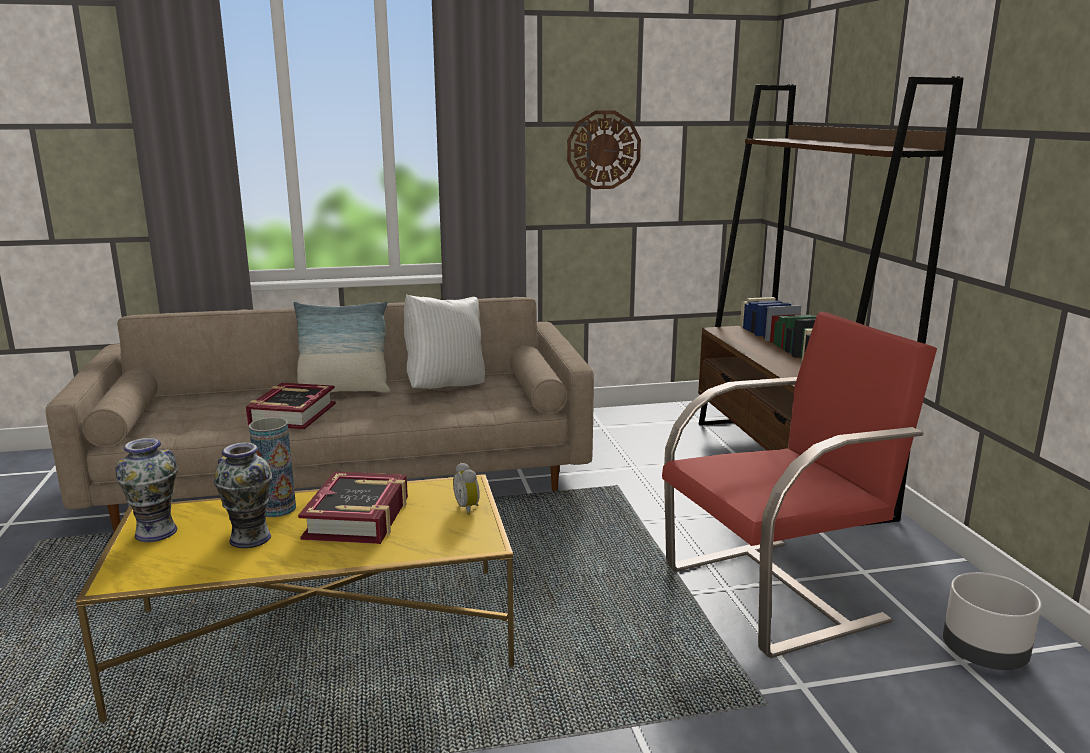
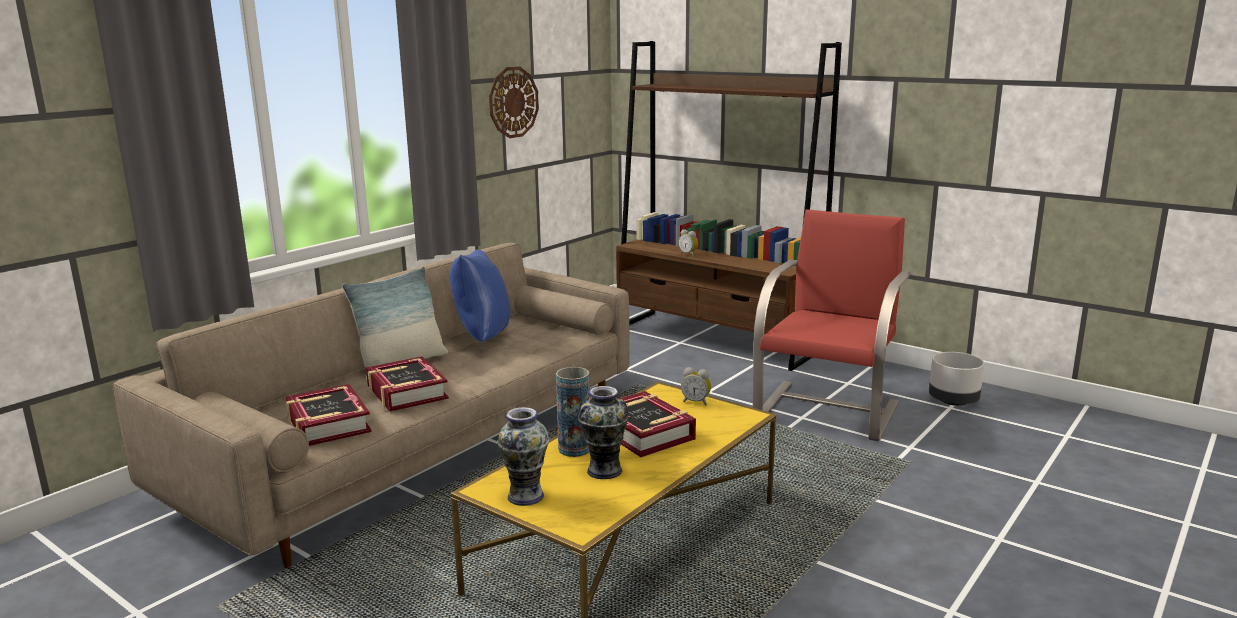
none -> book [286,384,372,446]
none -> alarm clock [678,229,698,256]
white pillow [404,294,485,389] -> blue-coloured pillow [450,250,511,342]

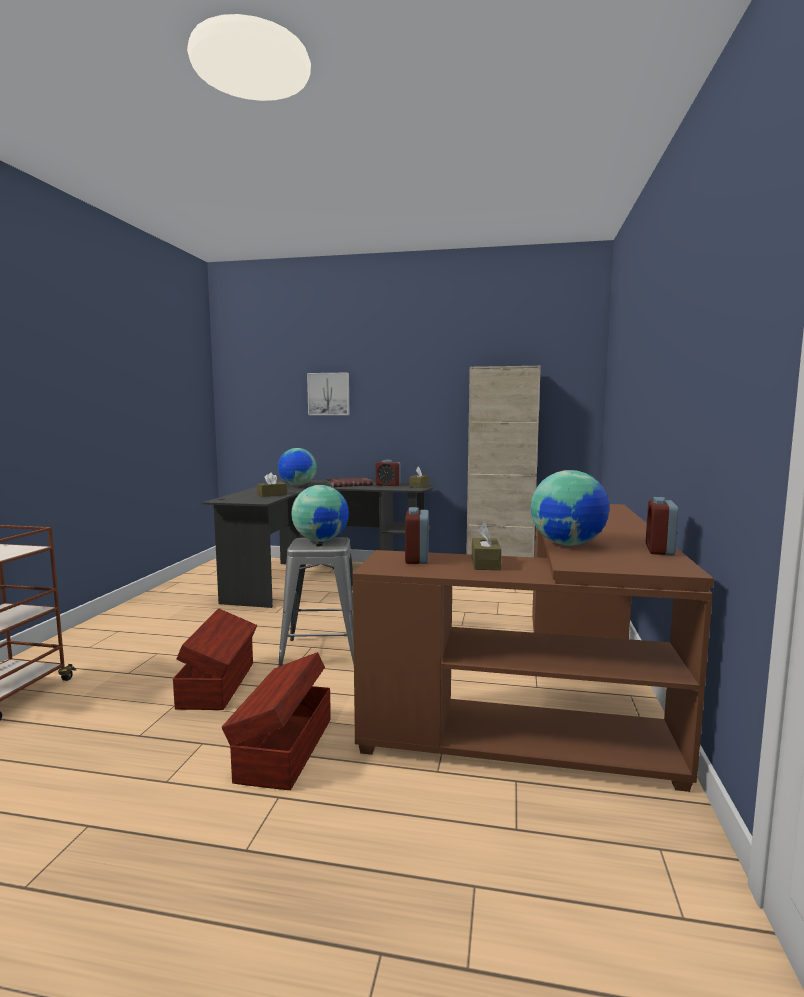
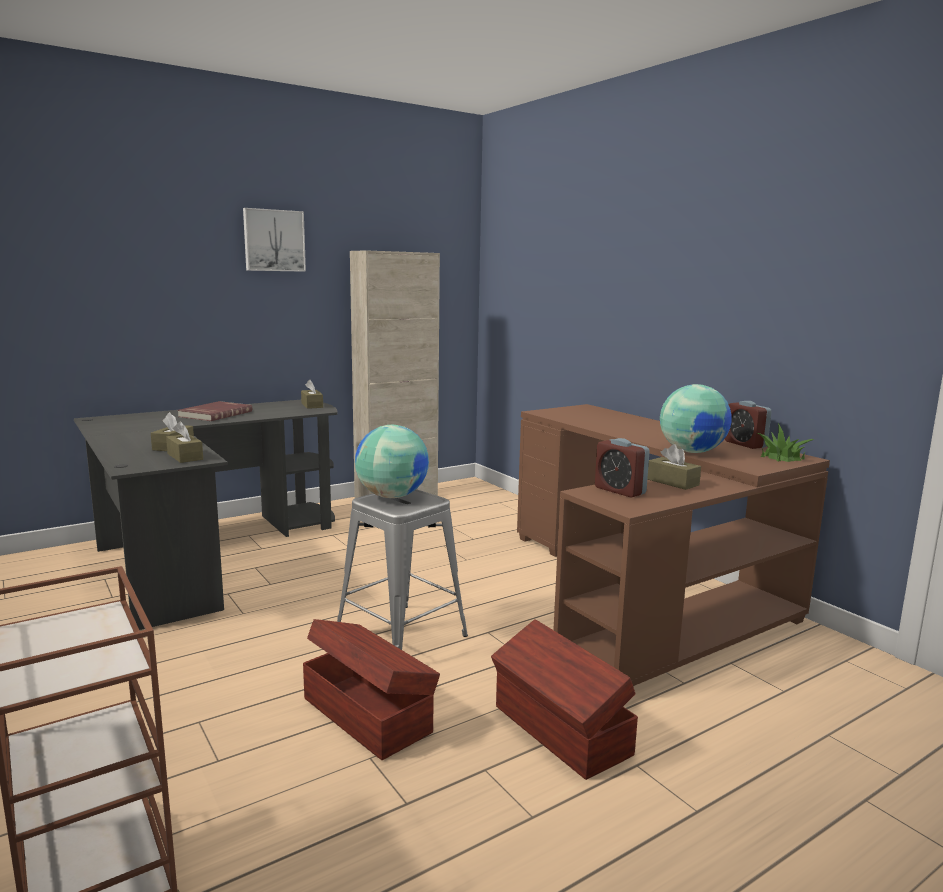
desk globe [278,448,317,486] -> none
alarm clock [376,460,401,486] -> none
none -> brown tissue holder [166,421,203,463]
none -> houseplant [758,423,814,462]
wall picture [307,373,349,415] -> wall picture [243,208,306,272], shifted

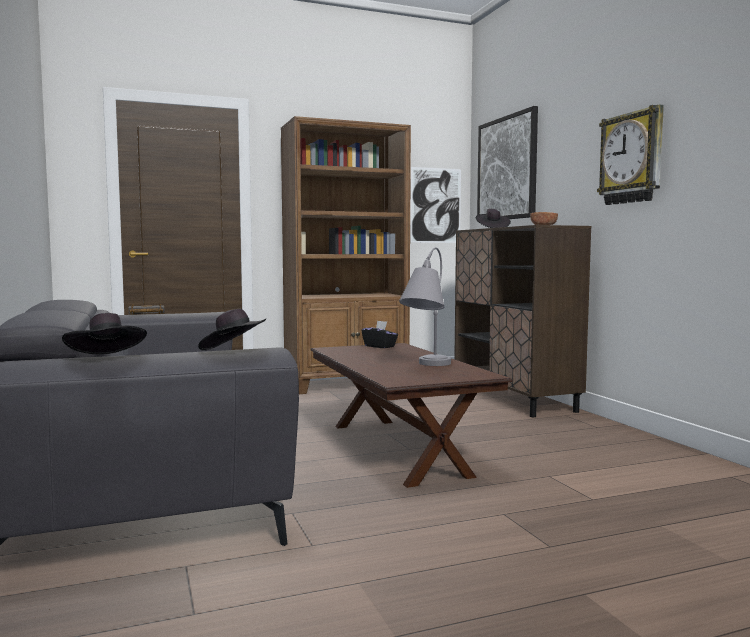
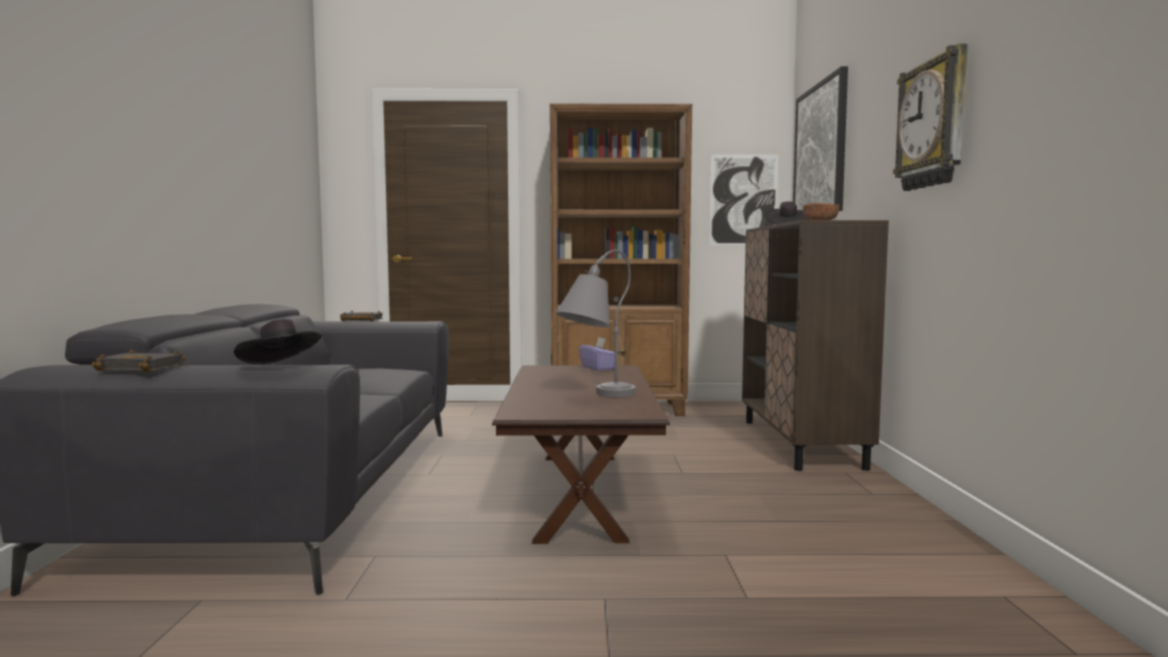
blackish hat [62,313,147,354] -> blackish book [92,349,186,372]
blackish tissue holder [361,321,398,348] -> purplish tissue holder [579,337,614,371]

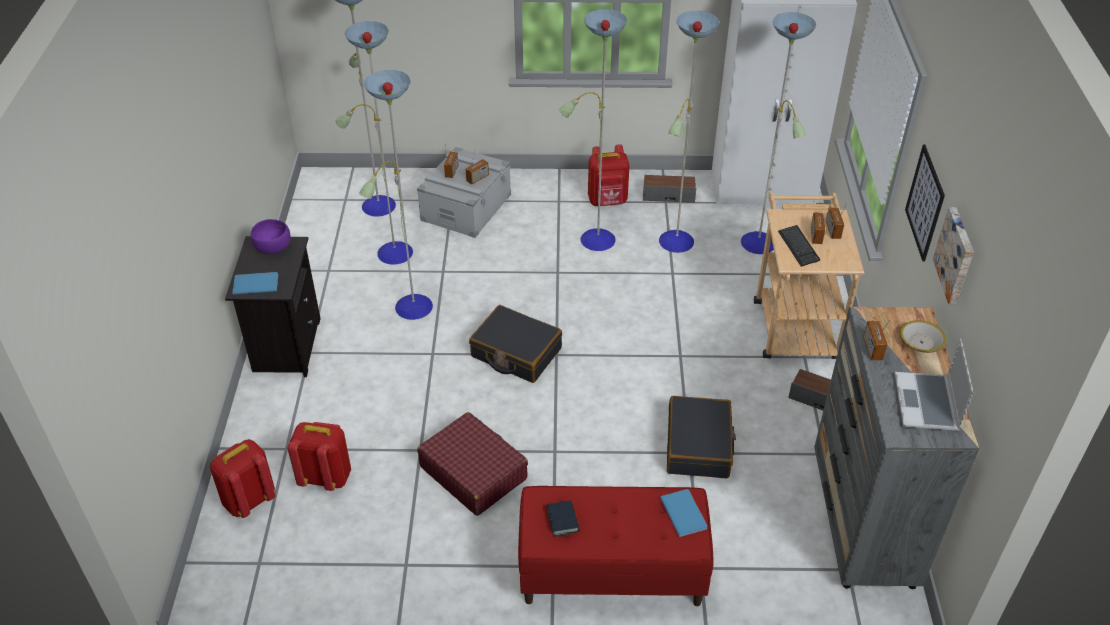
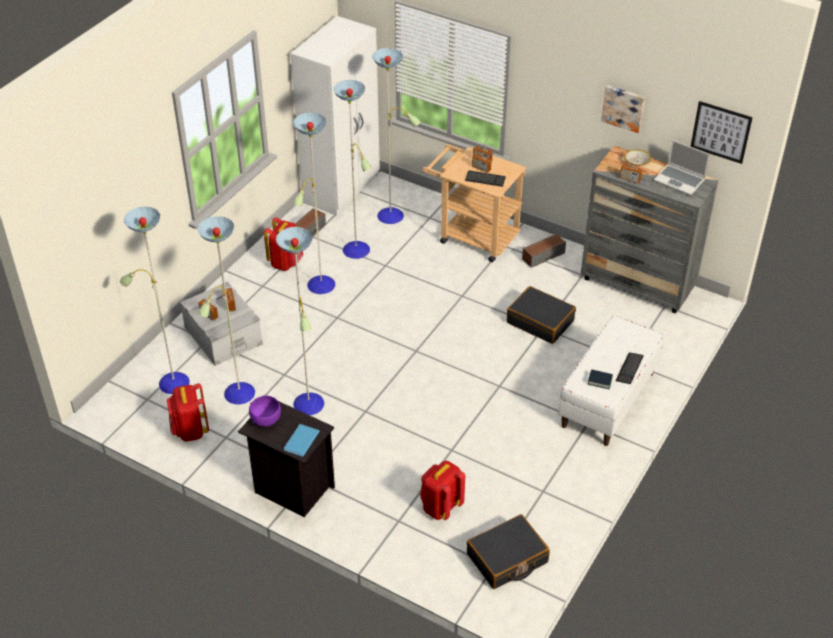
reddish piece of luggage [417,412,528,516] -> none
blue-coloured book [660,489,708,537] -> none
none -> PC keyboard [615,352,644,384]
reddish knapsack [210,439,276,518] -> reddish knapsack [167,383,209,442], shifted
blackish piece of luggage [469,305,562,383] -> blackish piece of luggage [467,514,550,589], shifted
wall picture [905,145,945,262] -> wall picture [691,101,753,164], shifted
reddish long seat [518,486,714,606] -> white long seat [558,315,664,446]

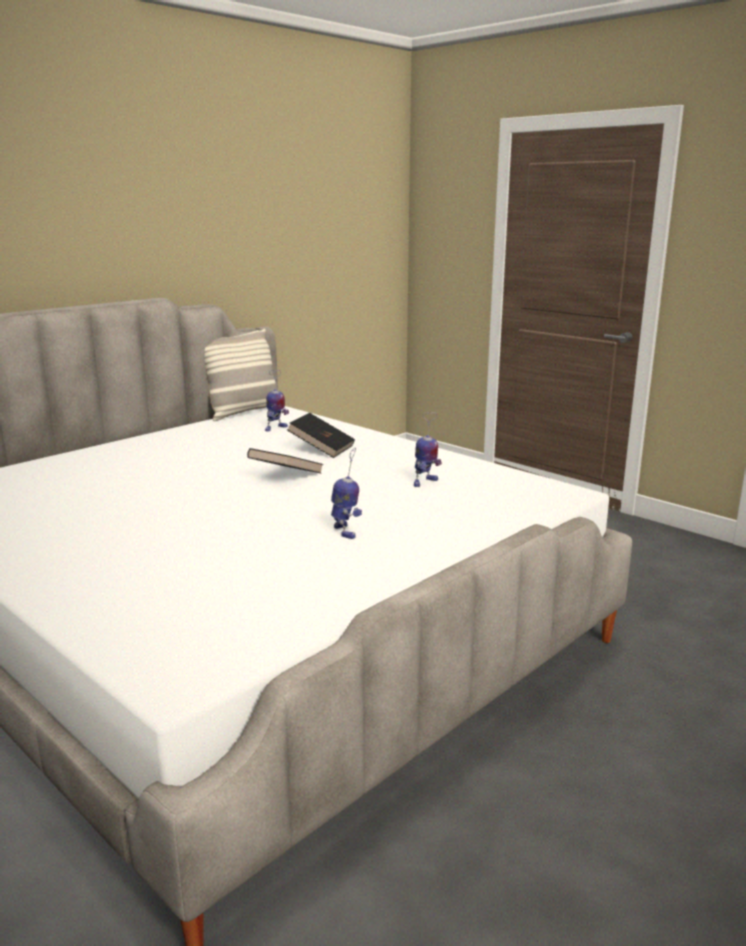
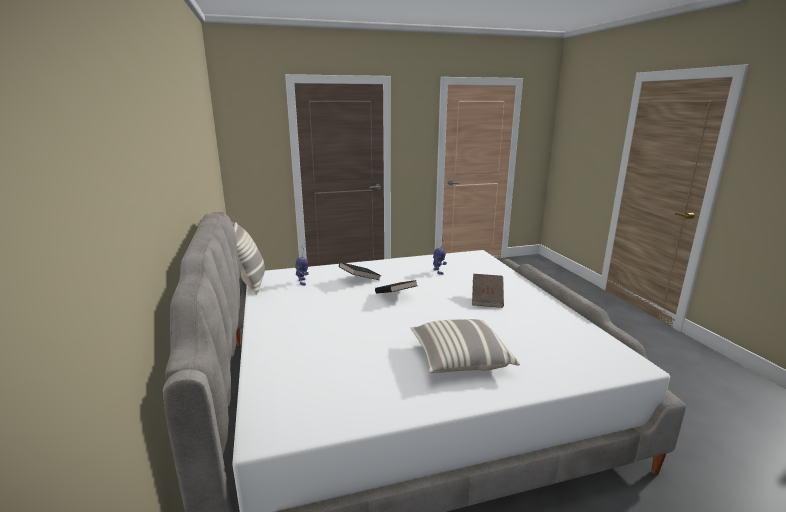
none -> pillow [410,319,520,373]
model robot [331,448,362,539] -> brown book [472,274,504,308]

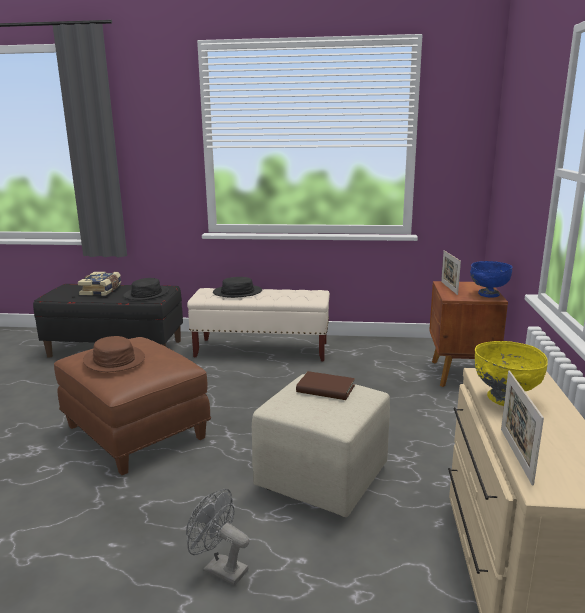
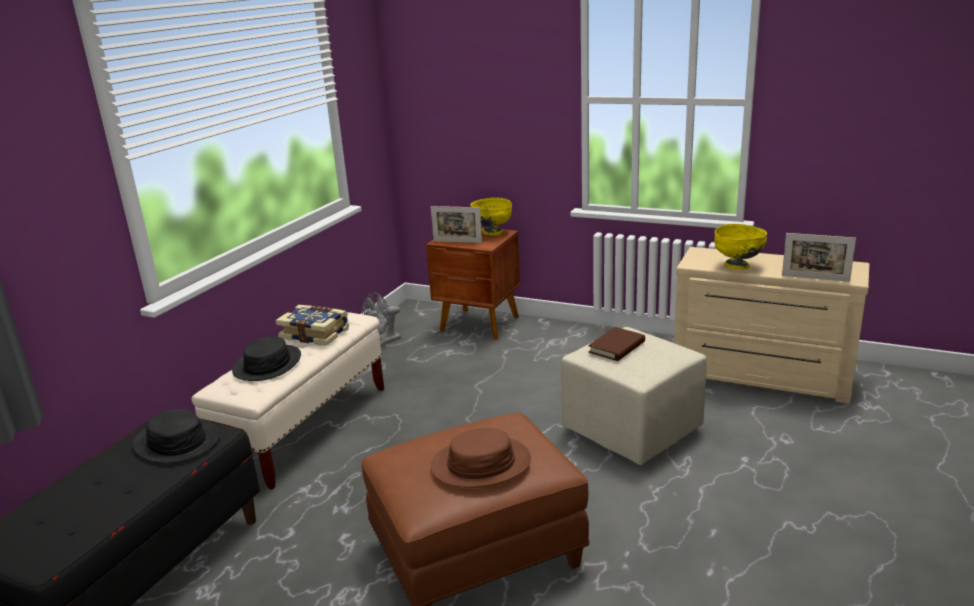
book [78,272,121,296] -> book [275,305,349,346], shifted
gray cooling fan [186,489,249,585] -> gray cooling fan [362,292,401,346], shifted
blue-coloured deep dish [470,261,512,298] -> yellow-coloured deep dish [471,198,512,236]

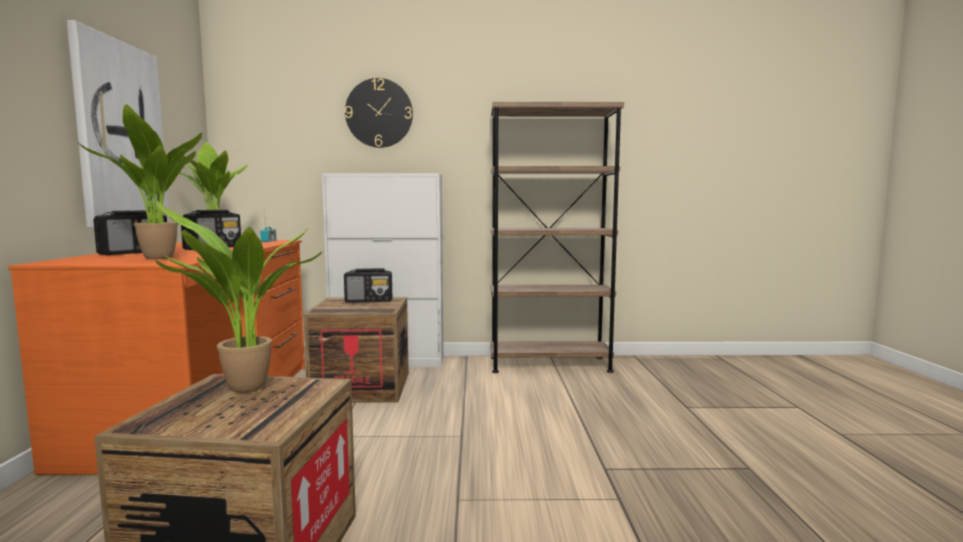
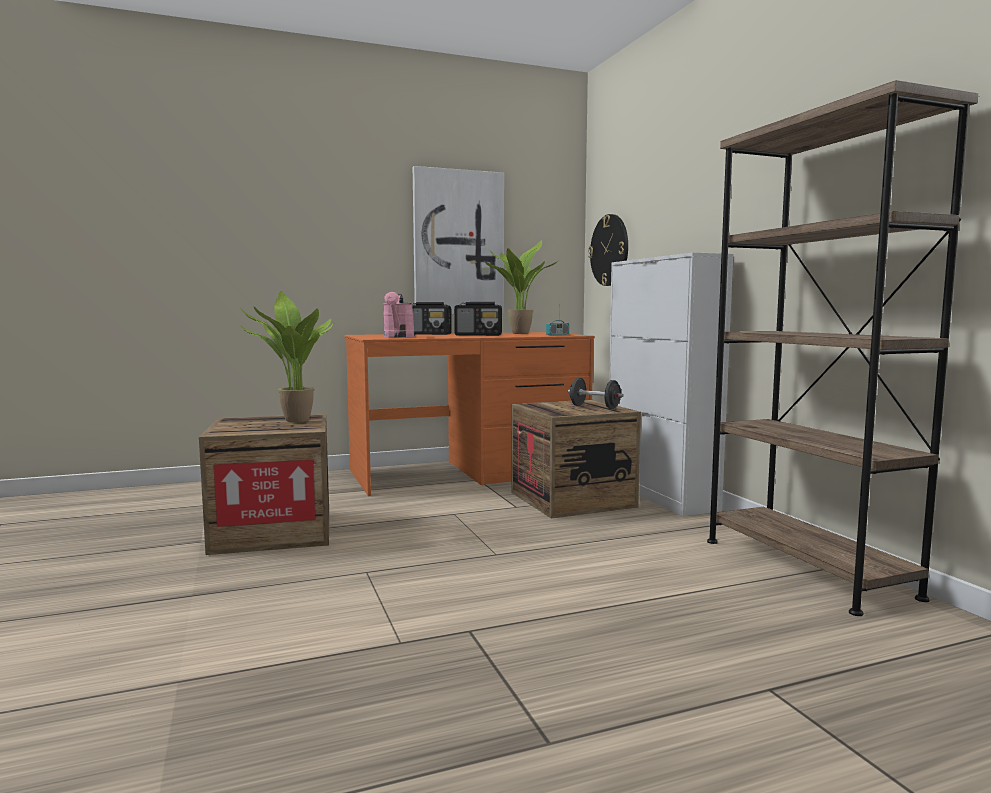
clock on the wall [345,78,413,148] -> clock on the wall [588,214,628,286], shifted
houseplant [78,104,202,259] -> pink sprinkling can [383,292,415,337]
radio [344,268,392,303] -> blackish free weight [568,378,624,409]

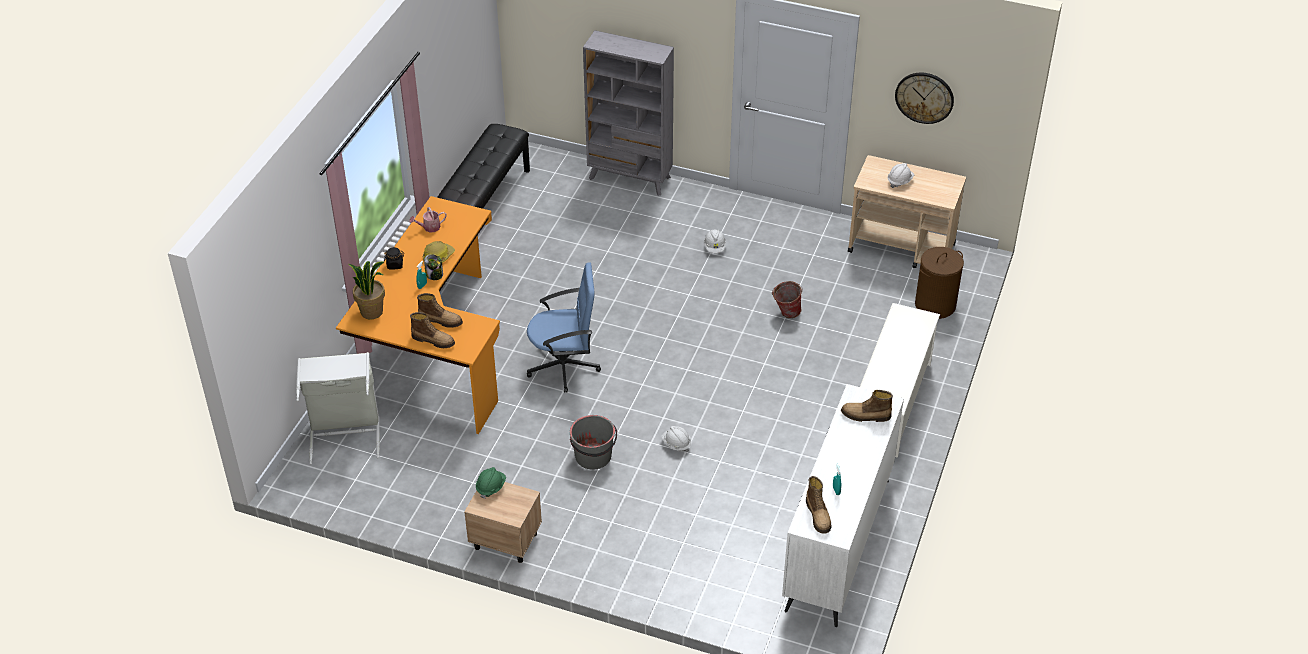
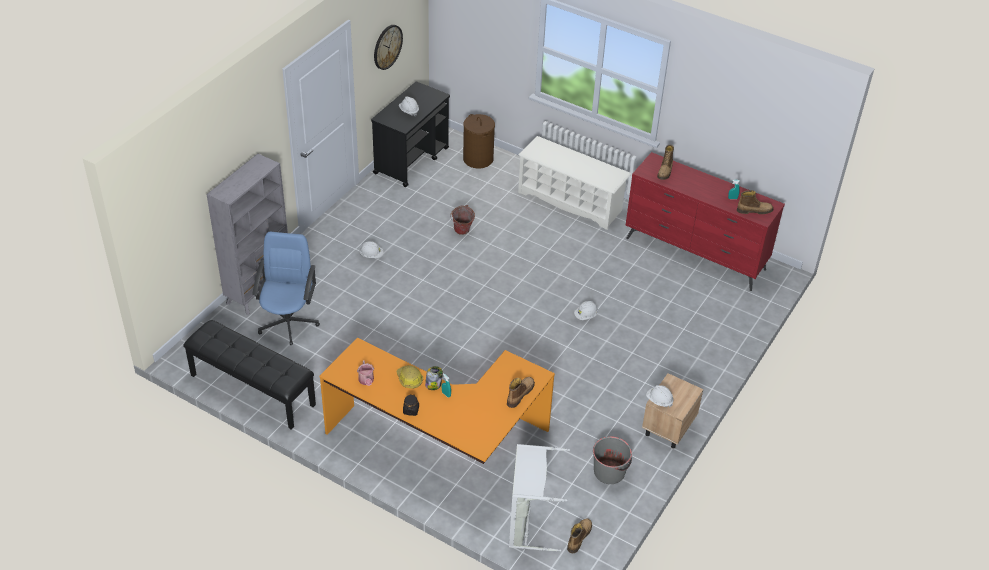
houseplant [349,261,385,320] -> none
tall boot [417,293,463,328] -> tall boot [567,518,592,553], shifted
blue-coloured office chair [527,263,601,393] -> blue-coloured office chair [252,232,320,345], shifted
gray water bucket [570,415,617,470] -> gray water bucket [593,436,632,484], shifted
green work helmet [476,467,506,499] -> white work helmet [646,385,673,408]
white drawer chest [782,384,904,627] -> reddish drawer chest [626,152,785,291]
sand-coloured trolley [848,155,966,268] -> blackish trolley [371,82,450,187]

